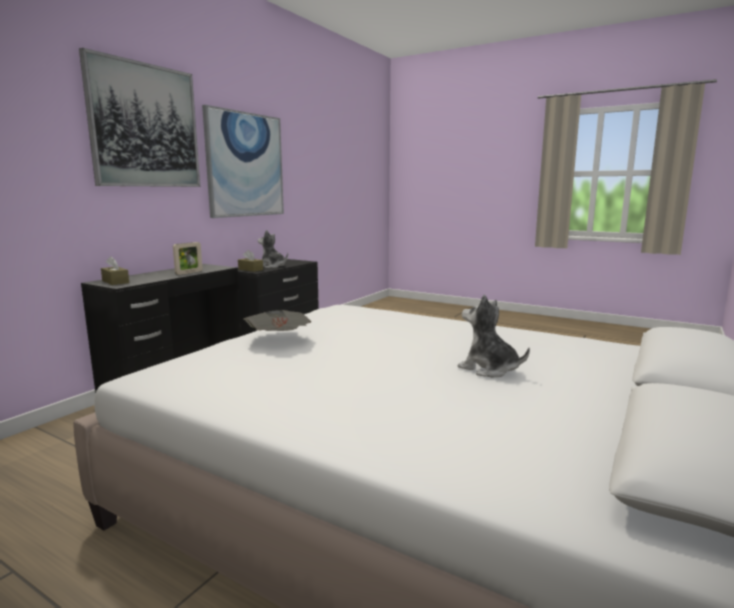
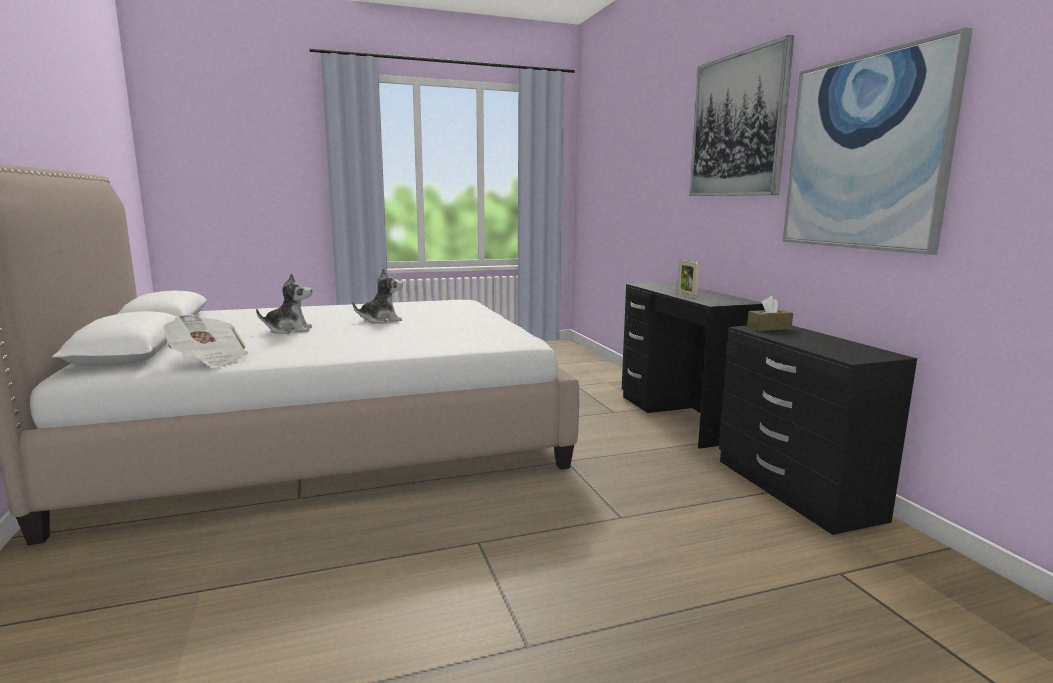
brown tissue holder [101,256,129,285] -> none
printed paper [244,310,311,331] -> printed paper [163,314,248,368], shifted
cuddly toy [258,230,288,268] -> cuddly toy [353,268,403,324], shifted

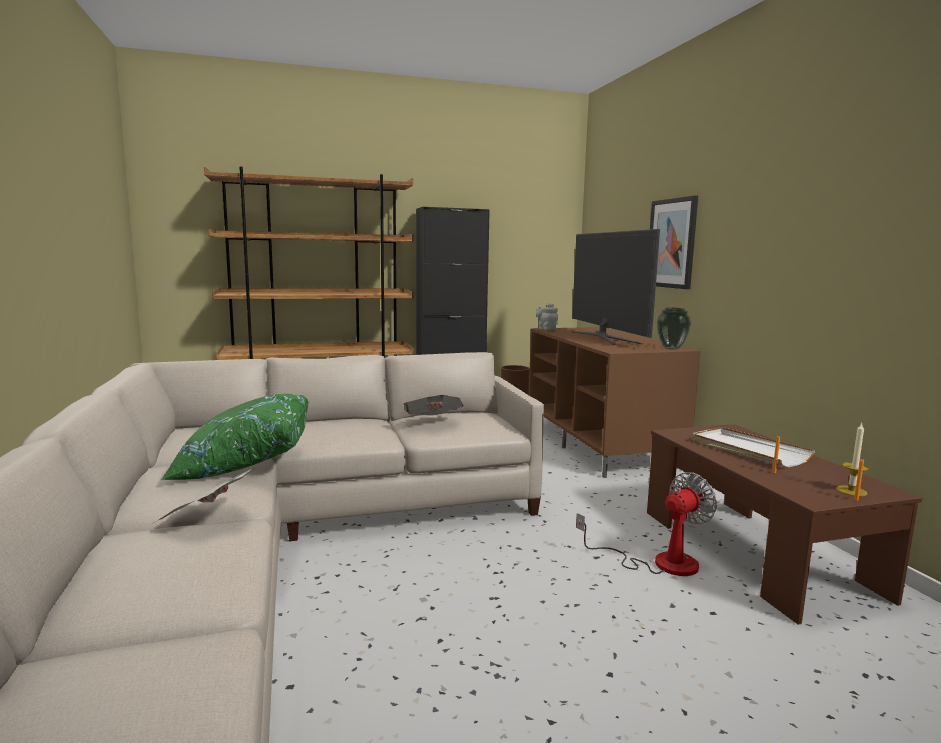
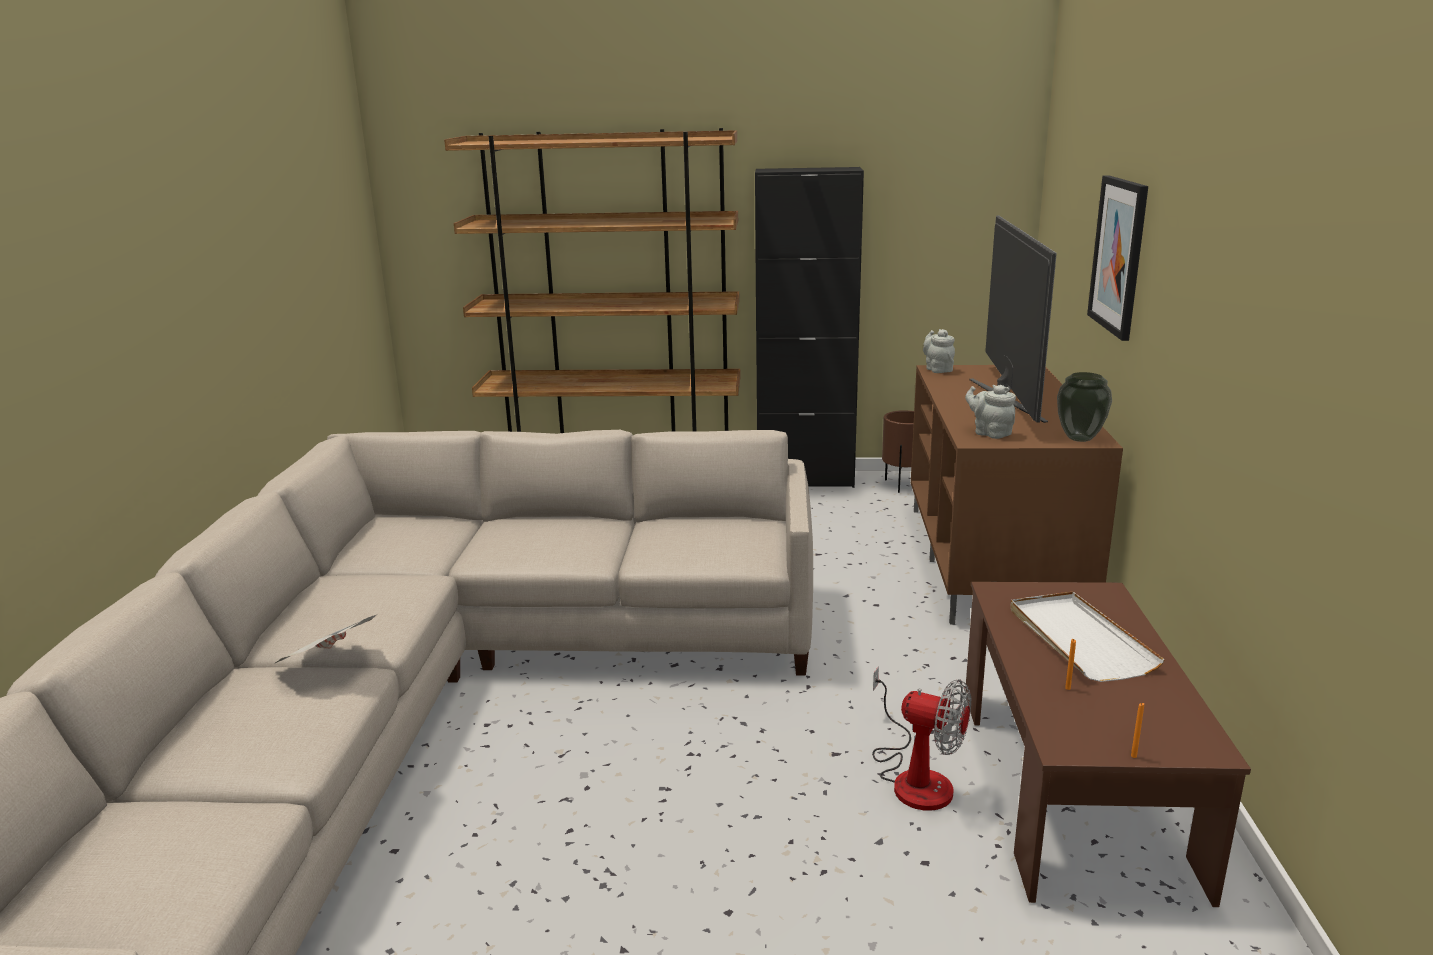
green pillow [161,394,309,480] -> none
printed paper [404,395,464,415] -> none
wax candle [836,422,869,496] -> none
none -> gray pot for tea [965,385,1016,439]
cooling fan [576,472,717,576] -> cooling fan [872,666,971,811], 45 degrees clockwise

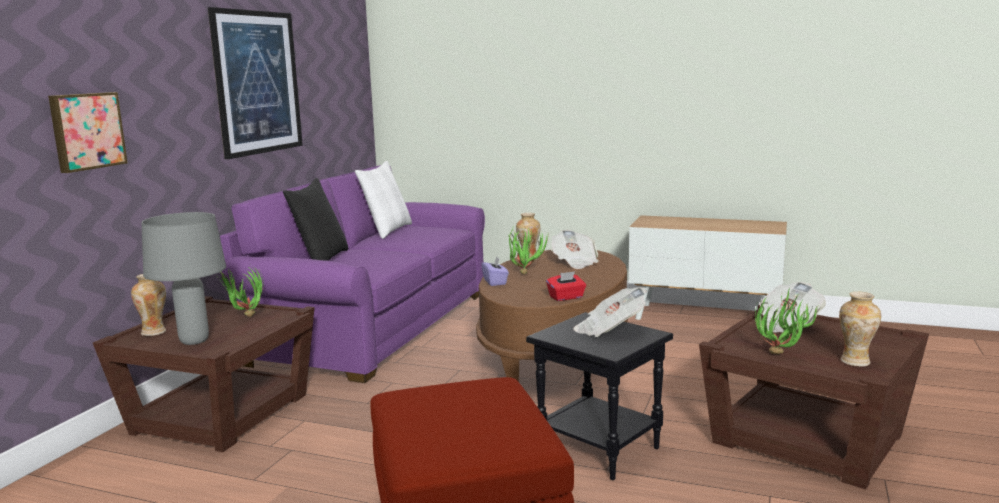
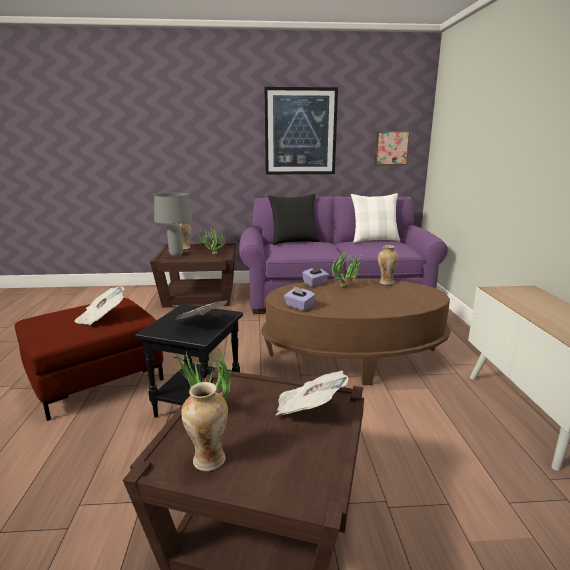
wall picture [48,92,128,173] -> wall picture [375,131,410,165], shifted
printed paper [551,230,599,269] -> printed paper [75,287,125,325], shifted
reddish tissue holder [546,271,586,301] -> purplish tissue holder [284,286,316,311]

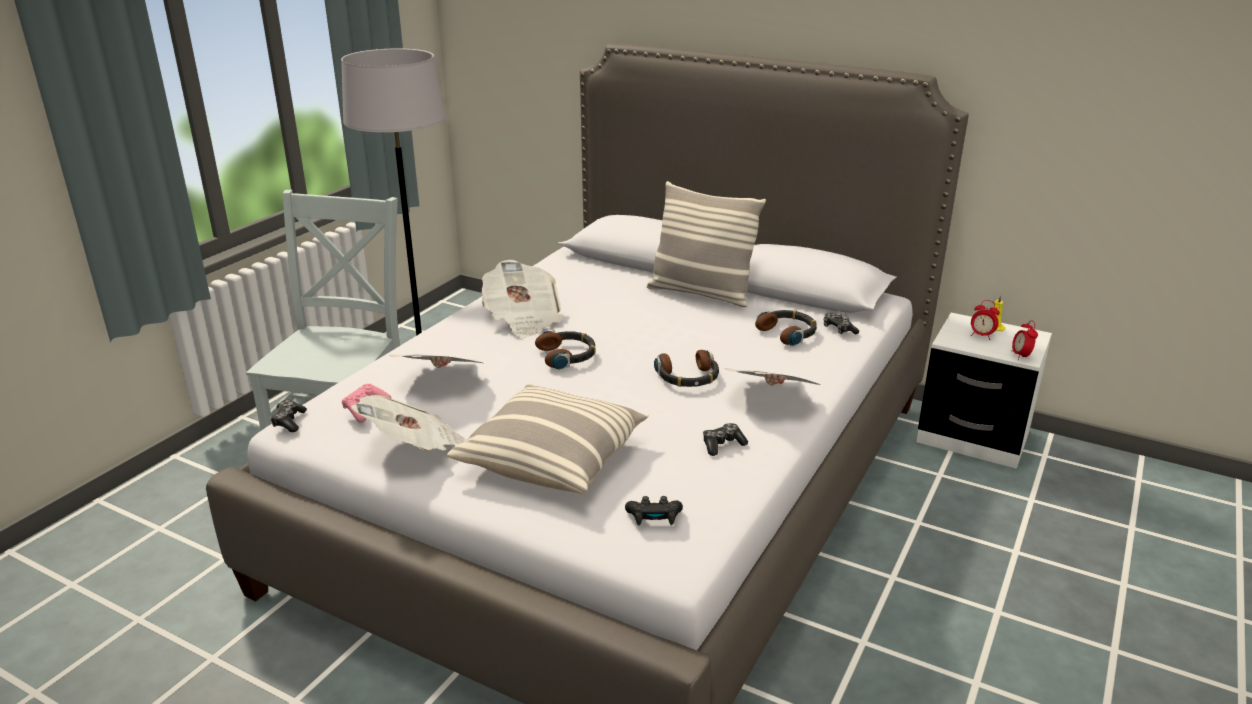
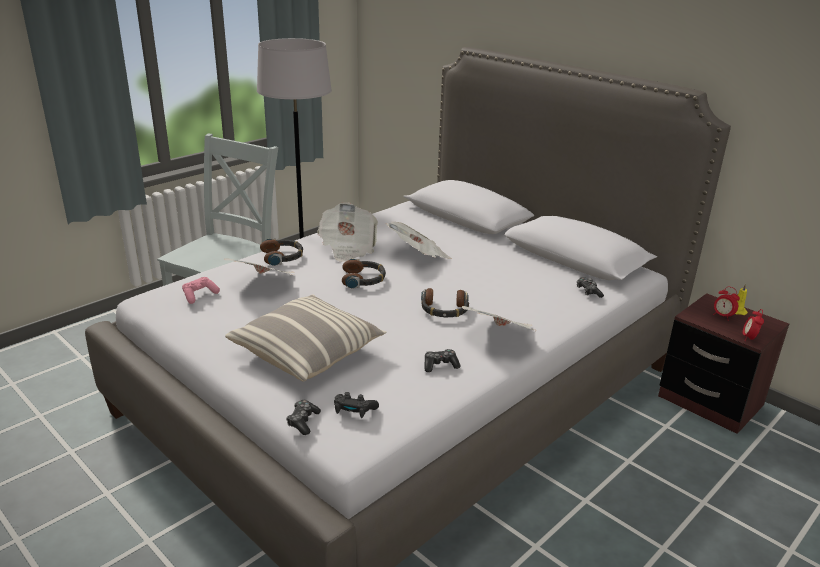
pillow [647,181,766,307] -> none
gamepad [270,400,307,432] -> gamepad [286,400,321,435], shifted
printed paper [351,395,467,450] -> printed paper [385,222,452,259], shifted
pair of headphones [755,310,817,346] -> pair of headphones [260,239,303,266], shifted
white nightstand [916,313,1052,469] -> brown nightstand [658,293,789,434]

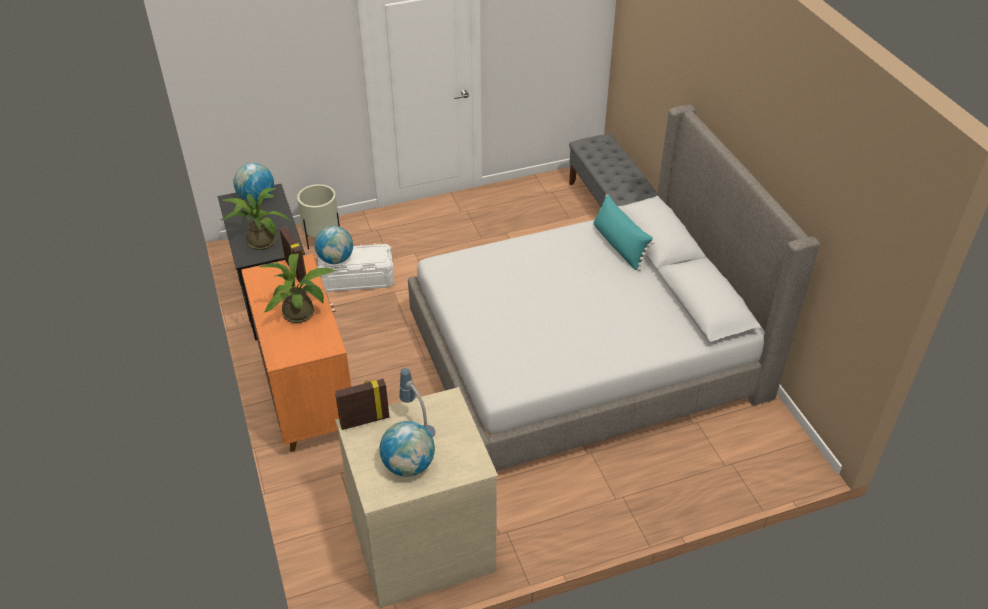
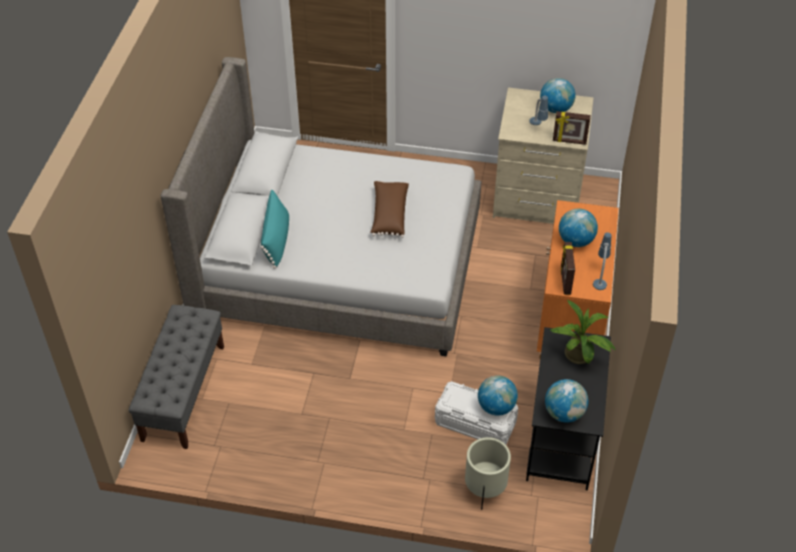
none -> brown pillow [370,180,409,238]
none -> tabletop lamp [593,232,612,290]
houseplant [259,253,335,323] -> desk globe [559,208,598,247]

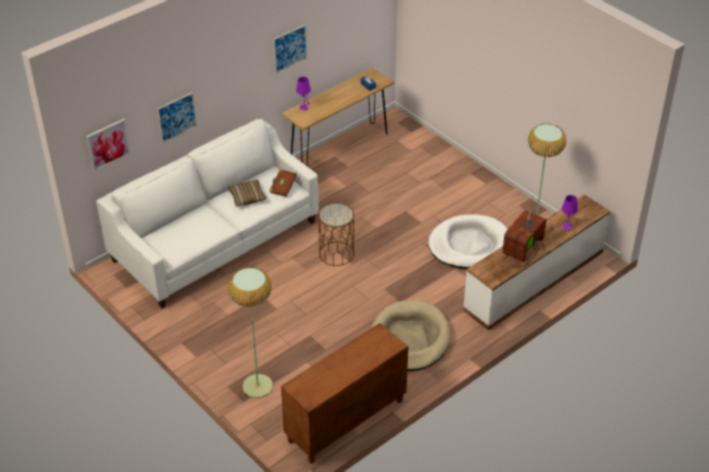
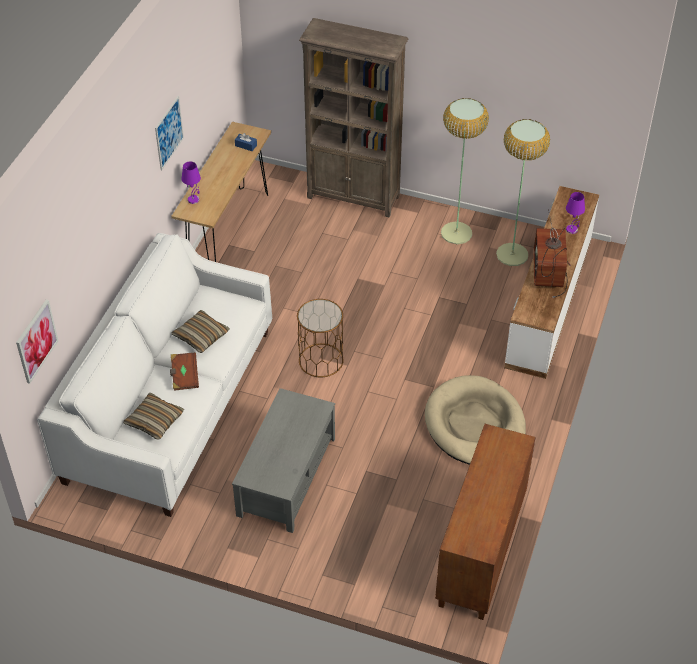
wall picture [157,92,197,143] -> none
white dog bed [428,214,508,269] -> none
none -> pillow [123,393,184,440]
none -> gray coffee table [232,388,335,533]
none -> brown shelving unit [299,18,408,217]
floor lamp [228,267,273,398] -> floor lamp [441,98,489,244], shifted
brown book [269,169,297,197] -> brown book [170,352,199,391], shifted

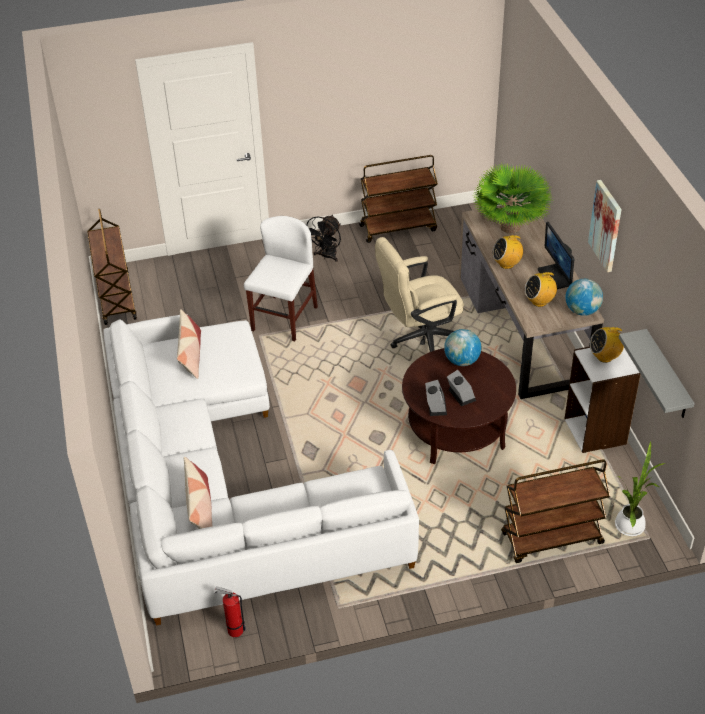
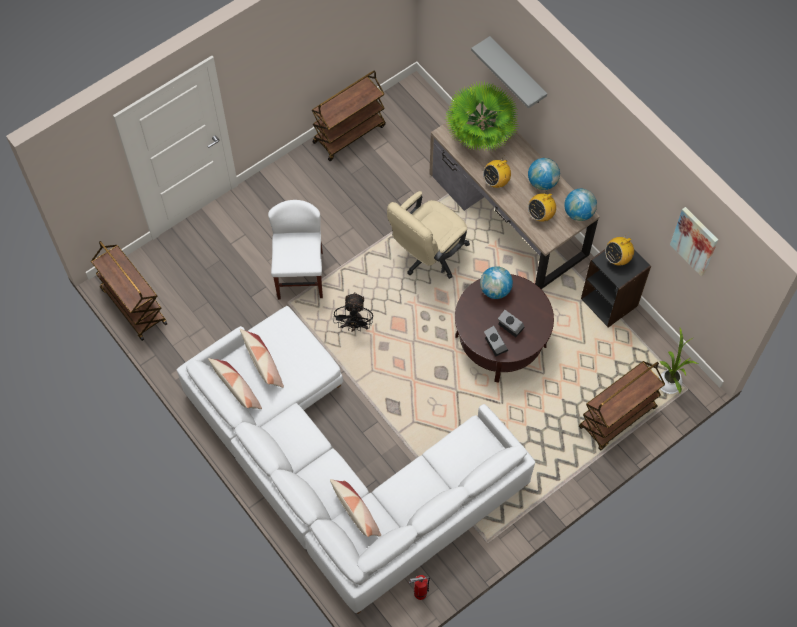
none -> pillow [208,358,262,409]
blackish cooling fan [306,215,341,262] -> blackish cooling fan [334,292,373,332], shifted
wall picture [588,180,622,272] -> wall picture [670,207,718,276], shifted
gray wall shelf [619,329,695,418] -> gray wall shelf [471,36,547,108], shifted
computer display [538,222,574,289] -> desk globe [528,158,560,190]
white shelving unit [565,346,640,453] -> blackish shelving unit [581,249,651,327]

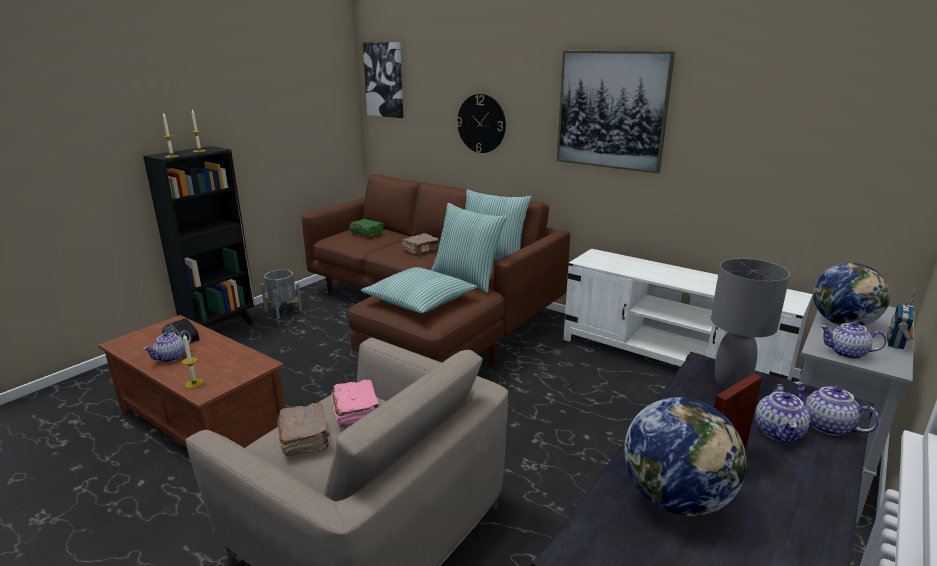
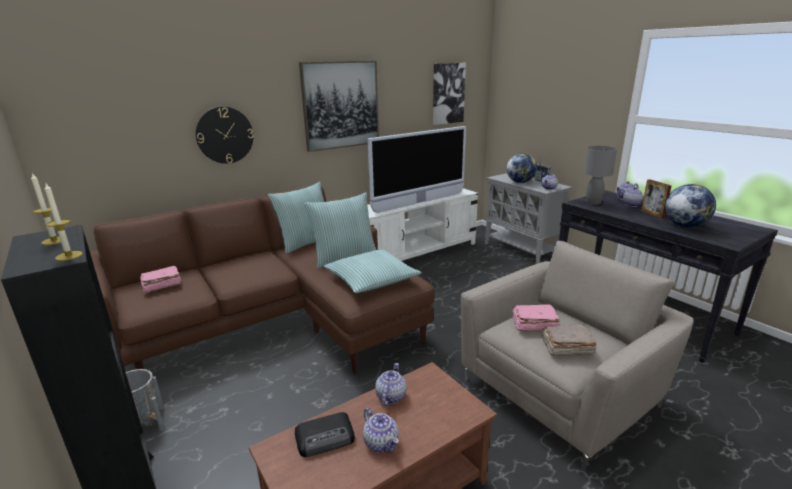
wax candle [182,334,204,388] -> none
brown book [402,233,440,254] -> none
none -> television [368,126,466,213]
none -> pot for tea [375,363,406,406]
wall picture [363,42,403,118] -> wall picture [433,63,466,125], shifted
green book [349,219,384,237] -> pink book [140,266,181,294]

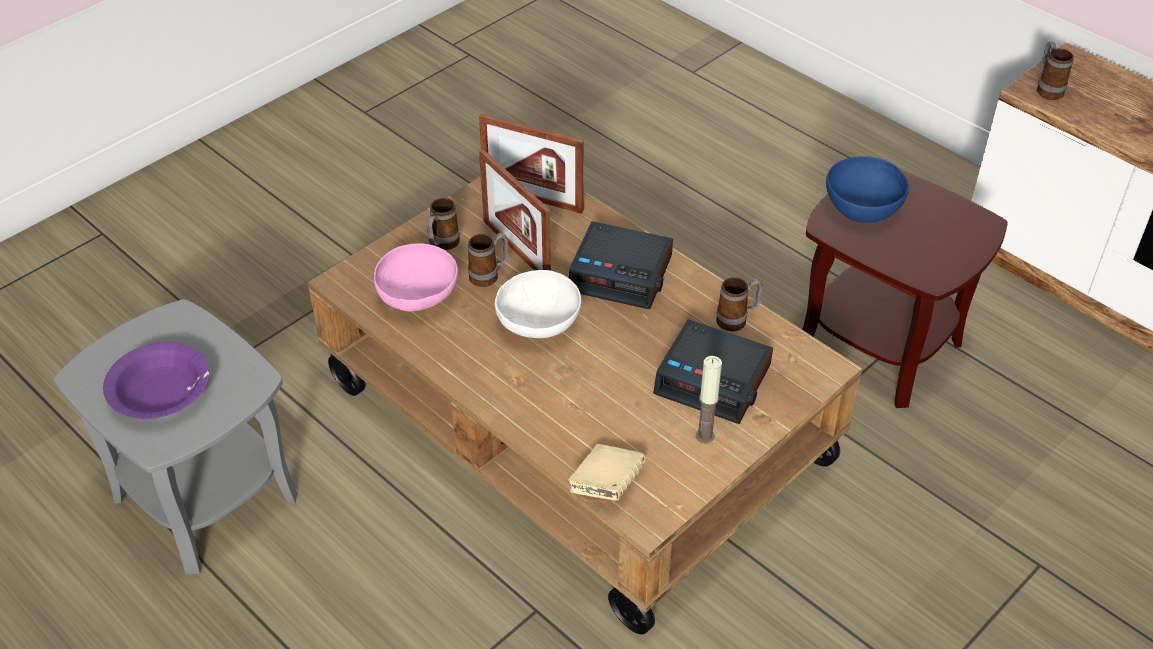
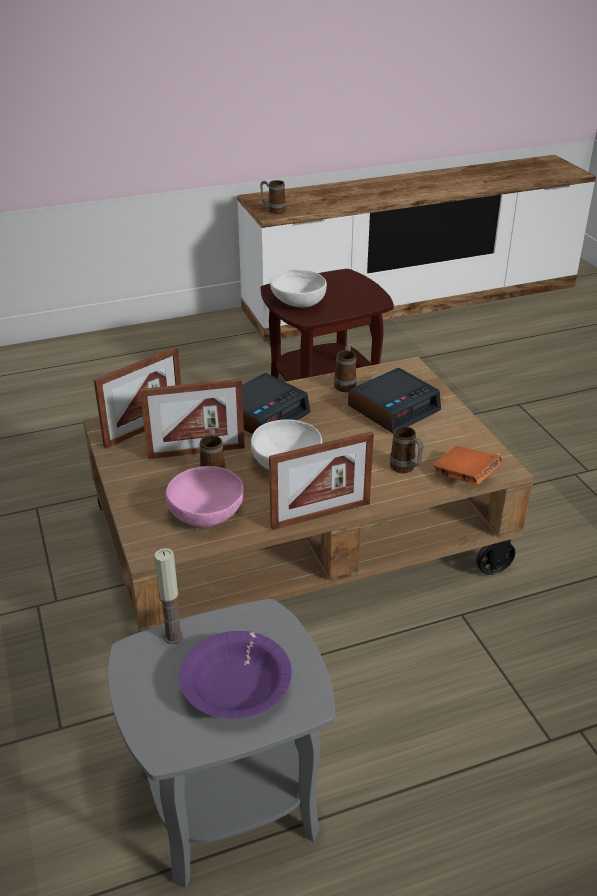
none -> photo frame [269,432,374,530]
mug [427,198,460,250] -> mug [390,426,424,473], shifted
wax candle [696,356,722,444] -> wax candle [155,548,183,644], shifted
sand-coloured book [568,444,646,501] -> orangey book [433,446,502,485]
blue-coloured deep dish [826,156,909,223] -> white deep dish [270,269,327,307]

